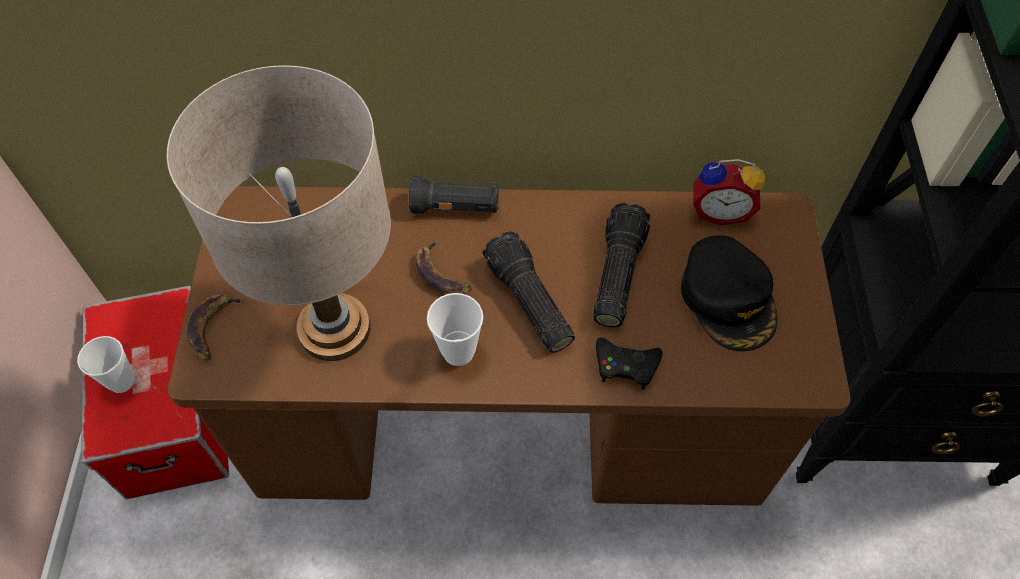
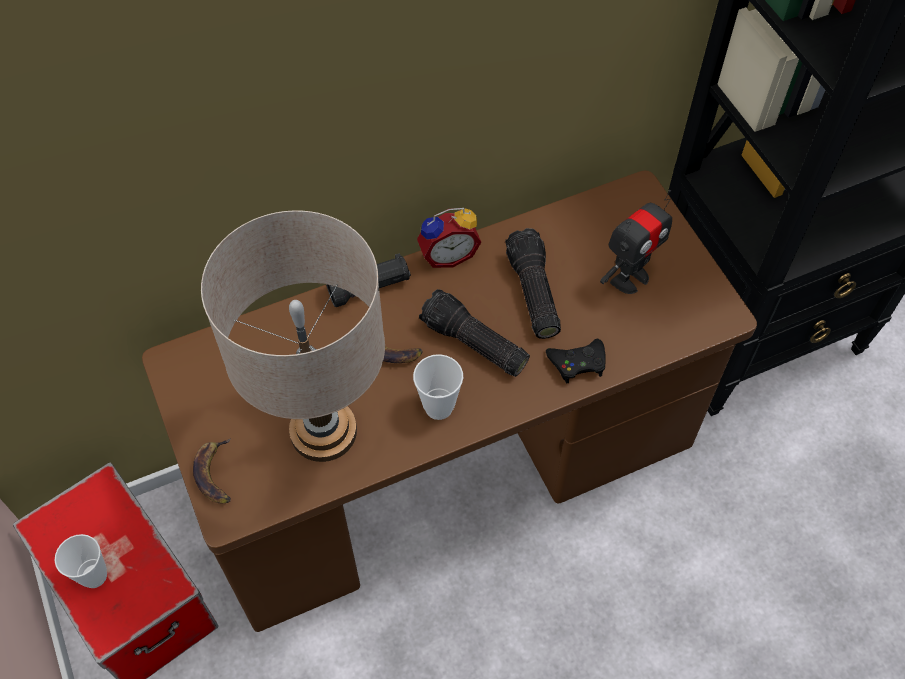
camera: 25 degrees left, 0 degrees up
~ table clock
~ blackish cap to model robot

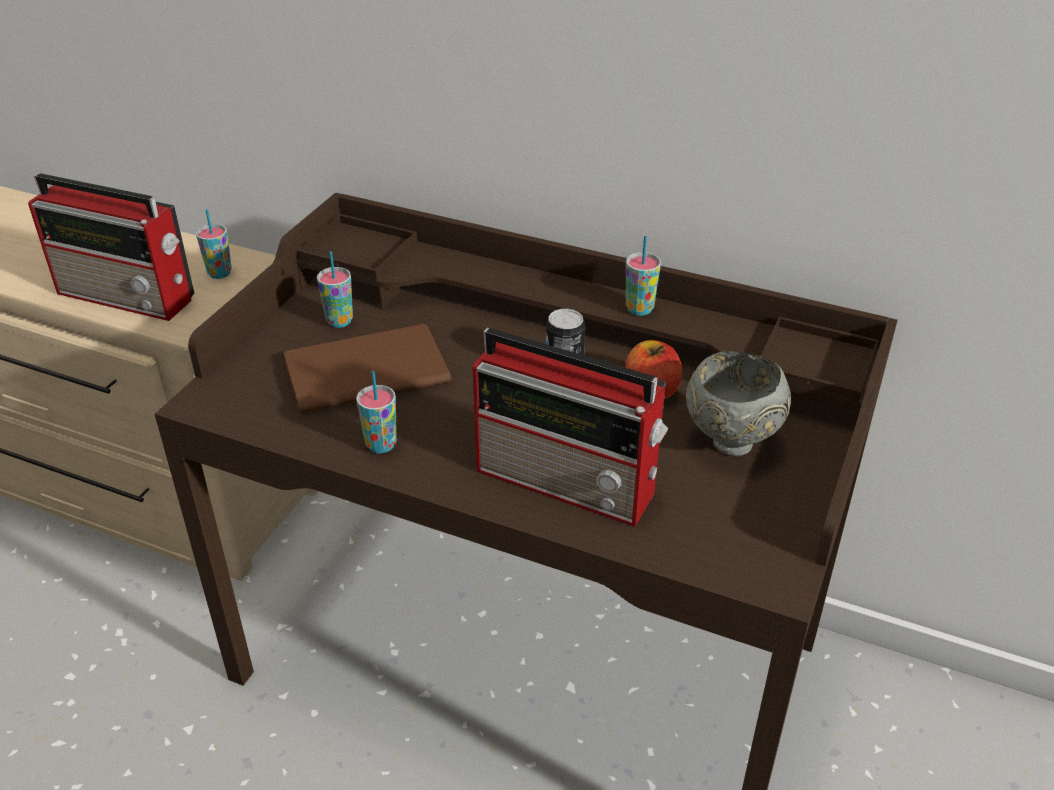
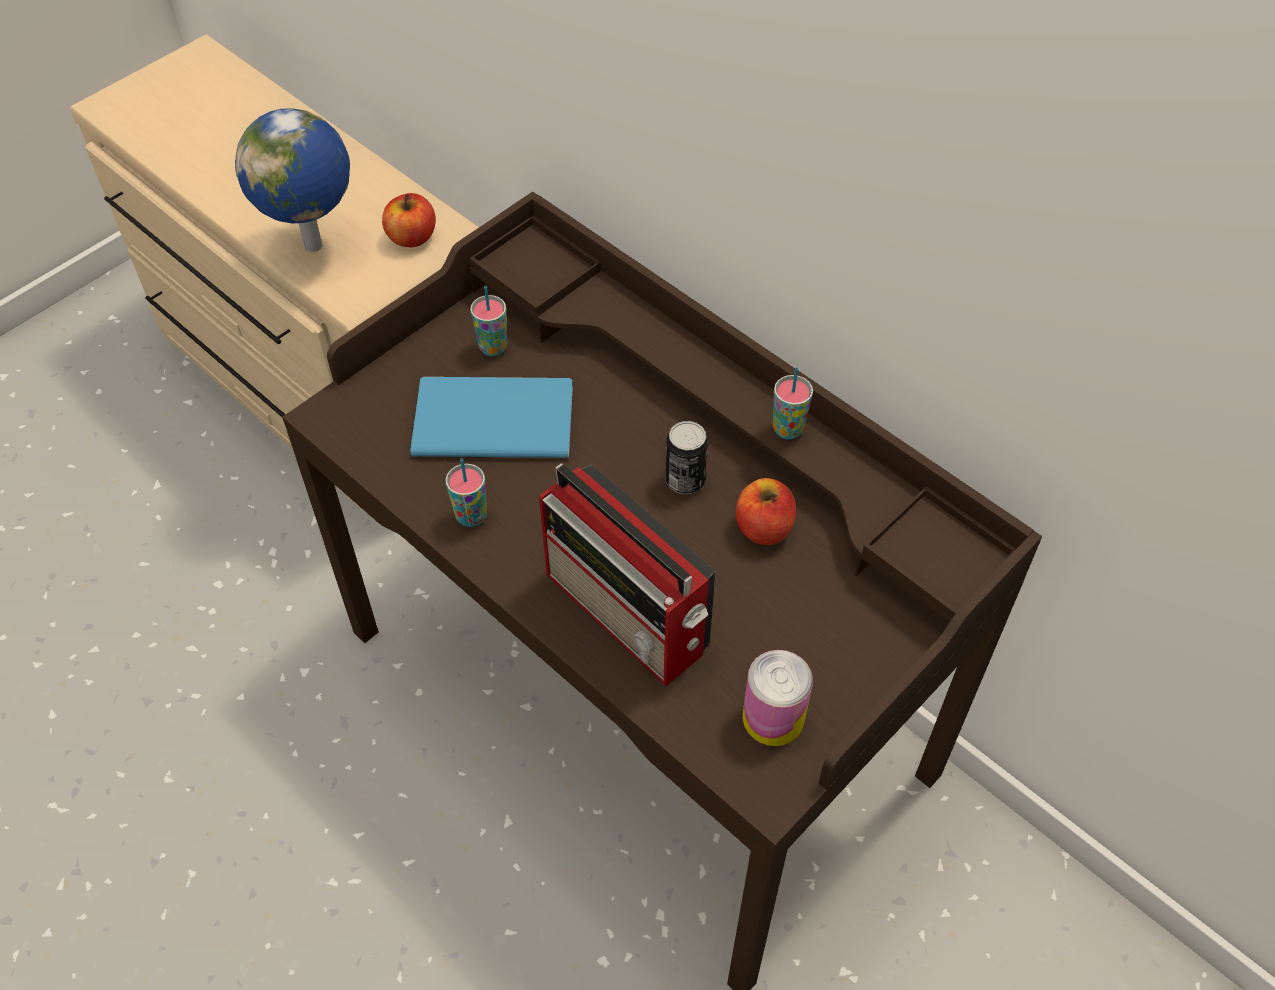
camera: 20 degrees right, 15 degrees up
- gray serving bowl
+ can (2nd from left)
~ radio (1st from left) to world globe
~ drinking cup (1st from left) to apple (1st from left)
~ brownish volume to blue-coloured volume

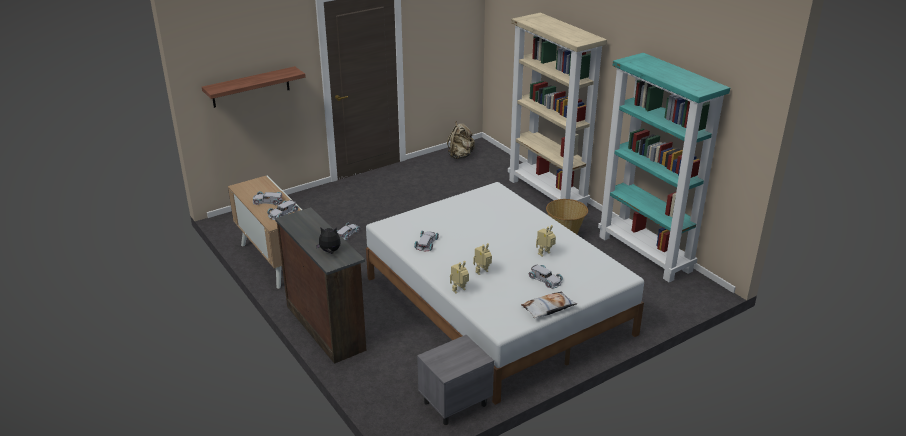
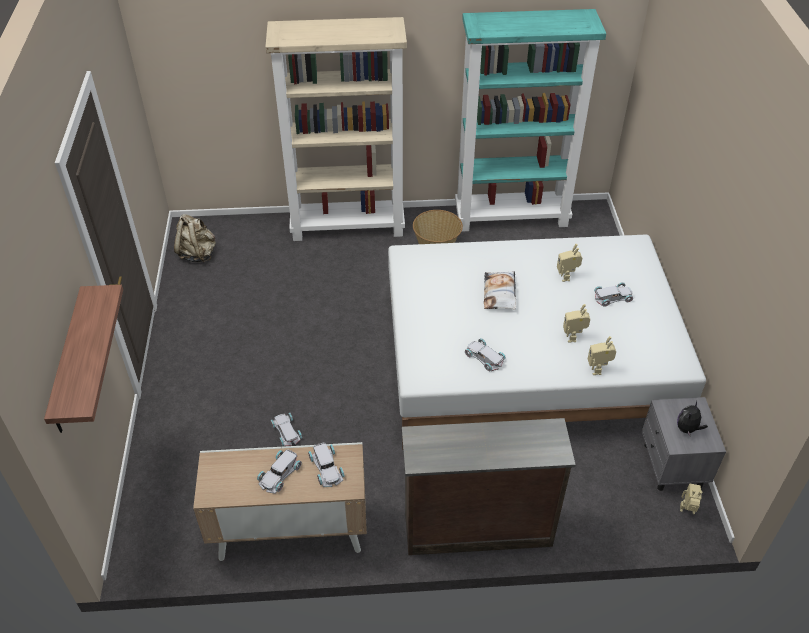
camera: 60 degrees left, 15 degrees up
+ model robot (4th from left)
~ cuddly toy
~ cushion

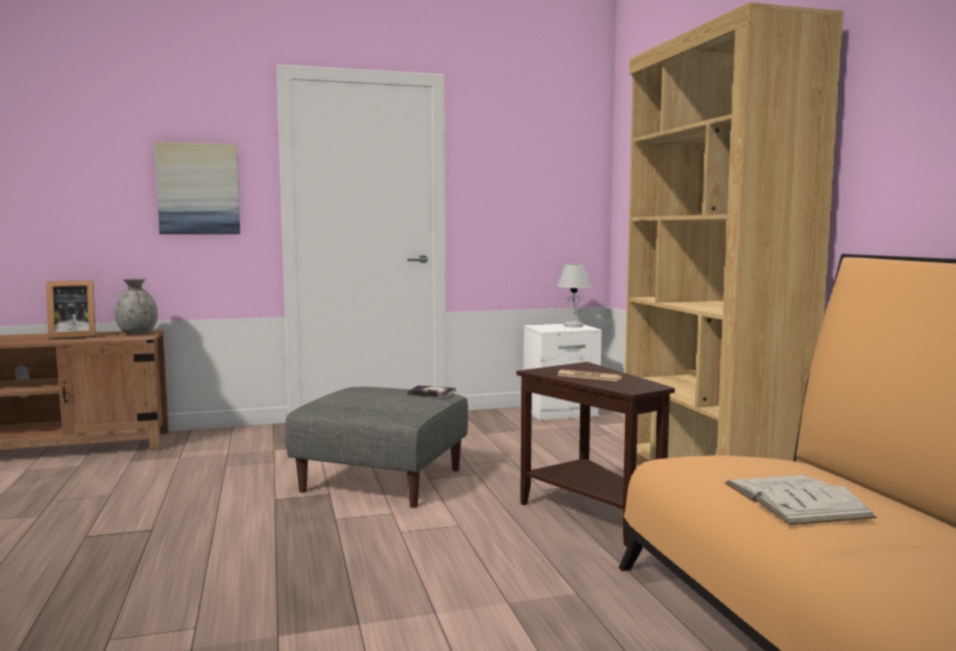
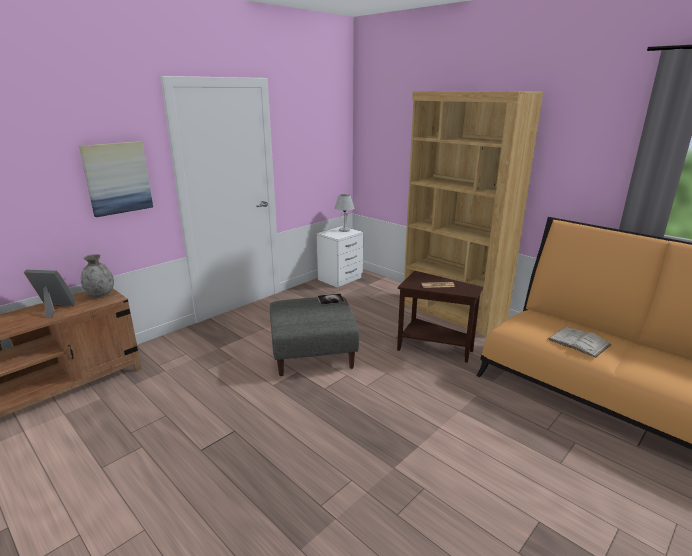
camera: 30 degrees left, 15 degrees up
~ photo frame 120 degrees counterclockwise

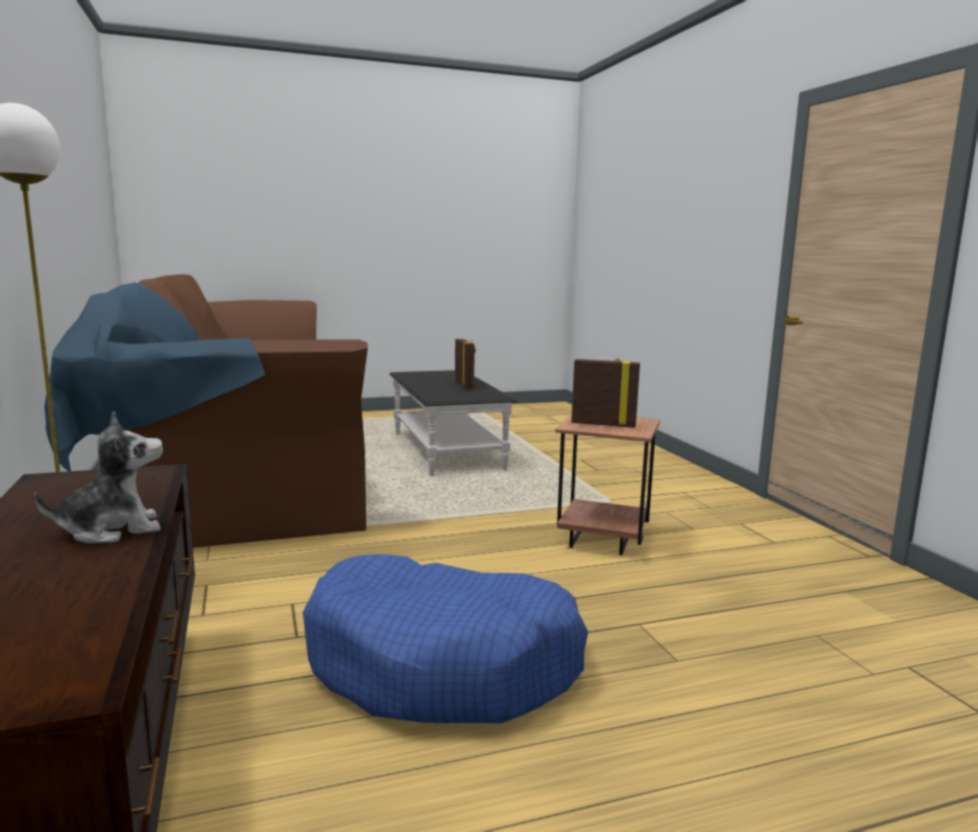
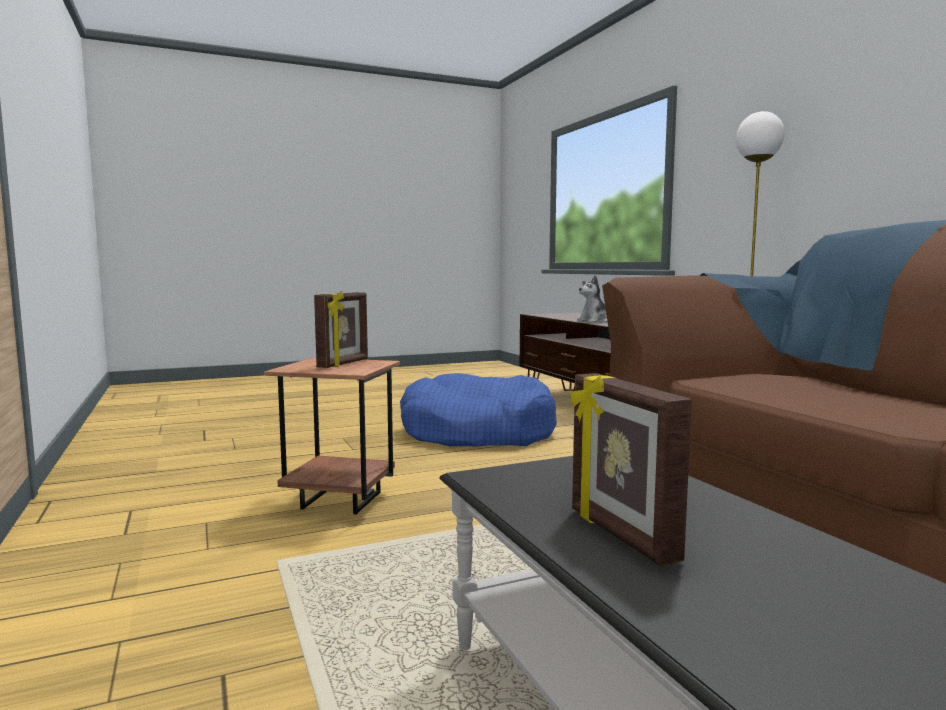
camera: 175 degrees right, 5 degrees down
~ photo frame (2nd from left in the first image) 75 degrees counterclockwise

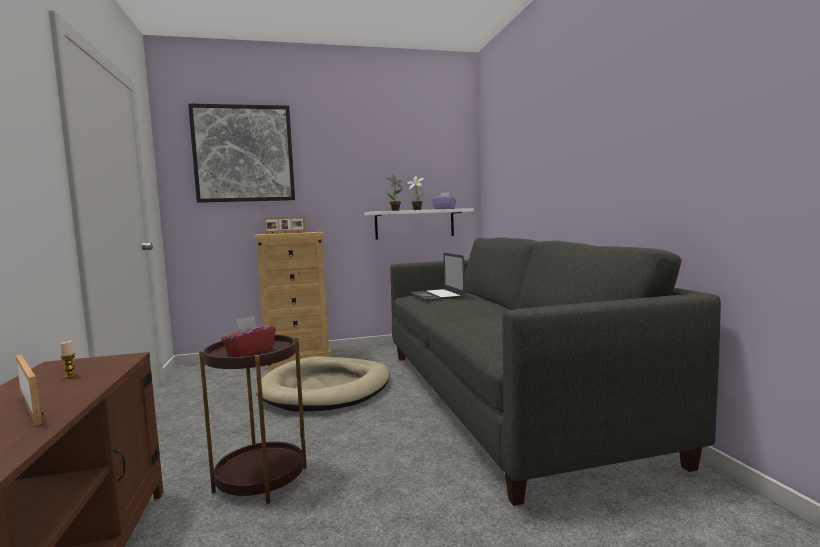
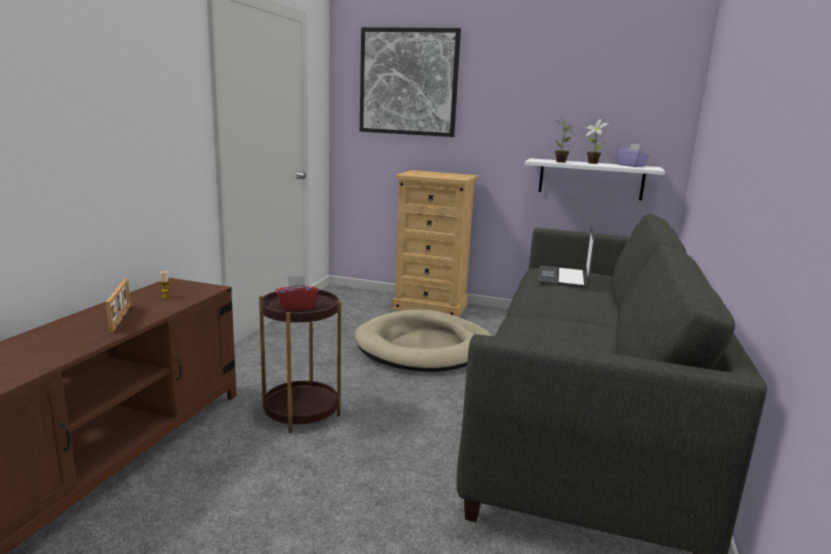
camera: 30 degrees right, 10 degrees up
- photo frame (2nd from left)

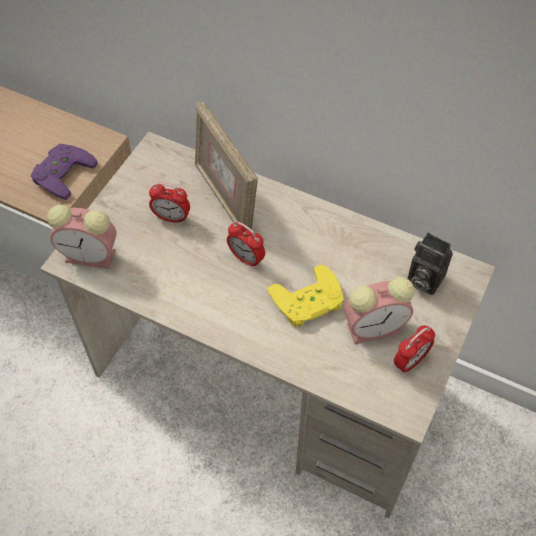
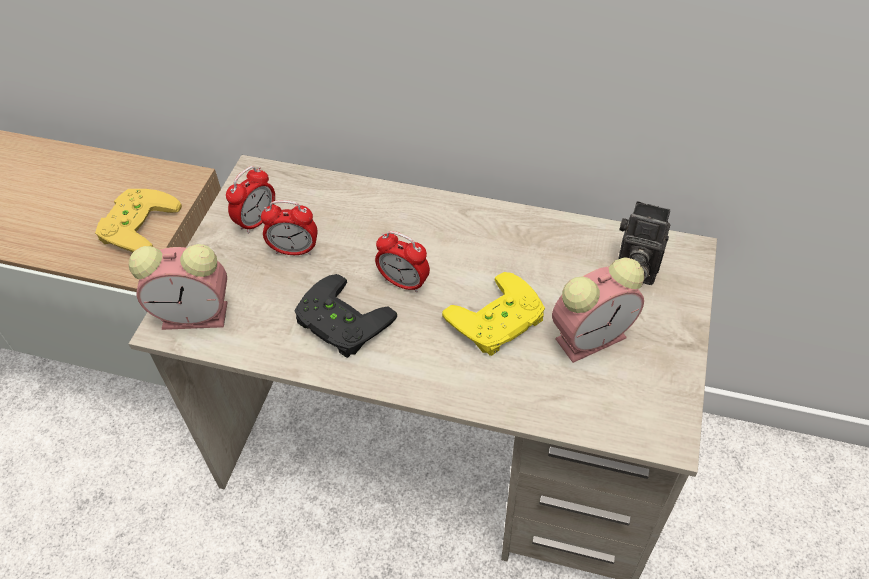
camera: 10 degrees left, 5 degrees down
- photo frame
+ blackish joypad
~ table clock (5th from left in the first image) to table clock (2nd from left)
~ purplish joypad to yellow-coloured joypad (1st from left)

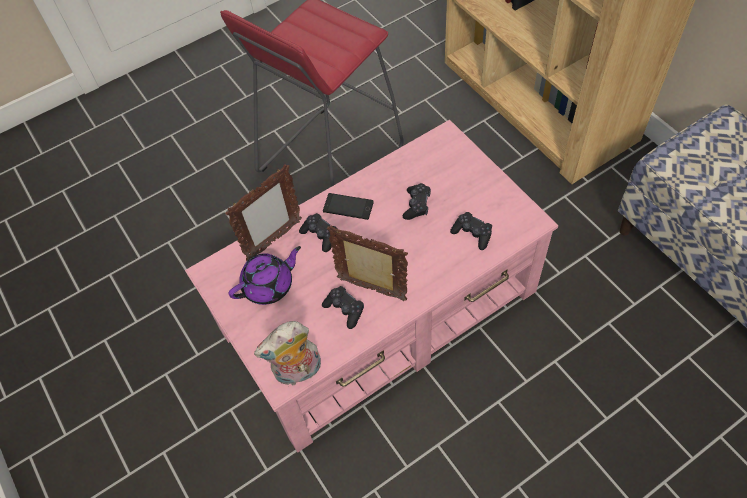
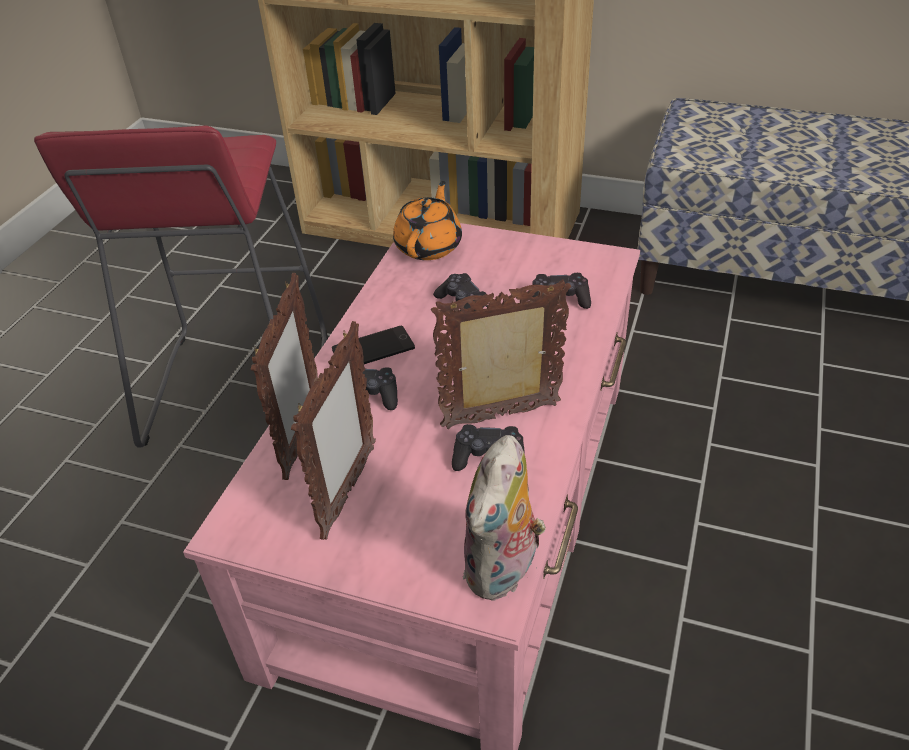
camera: 40 degrees left, 15 degrees down
+ orange teapot
~ purplish teapot to photo frame (2nd from left)

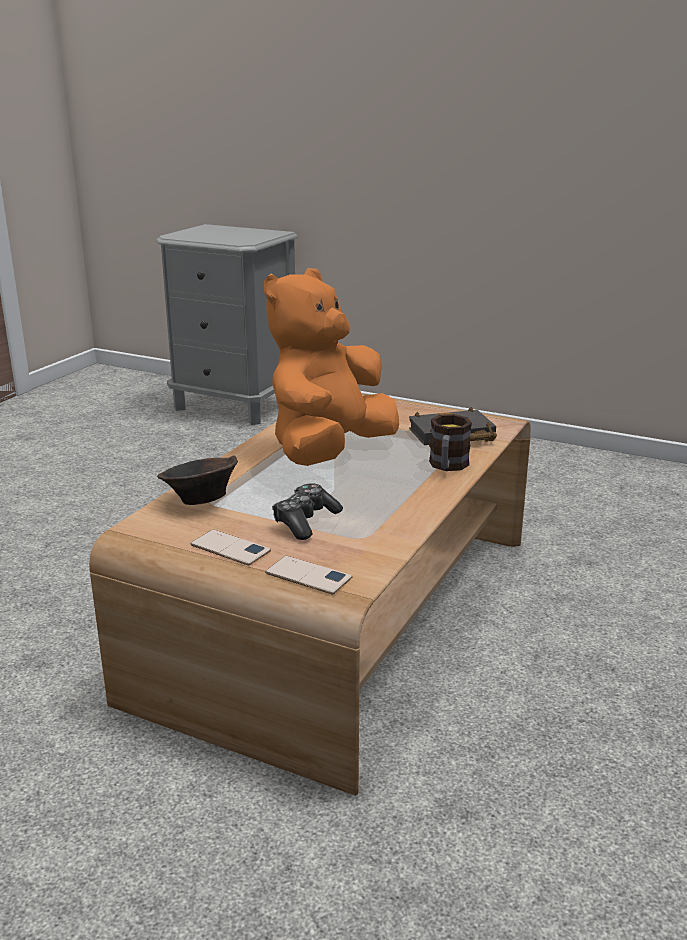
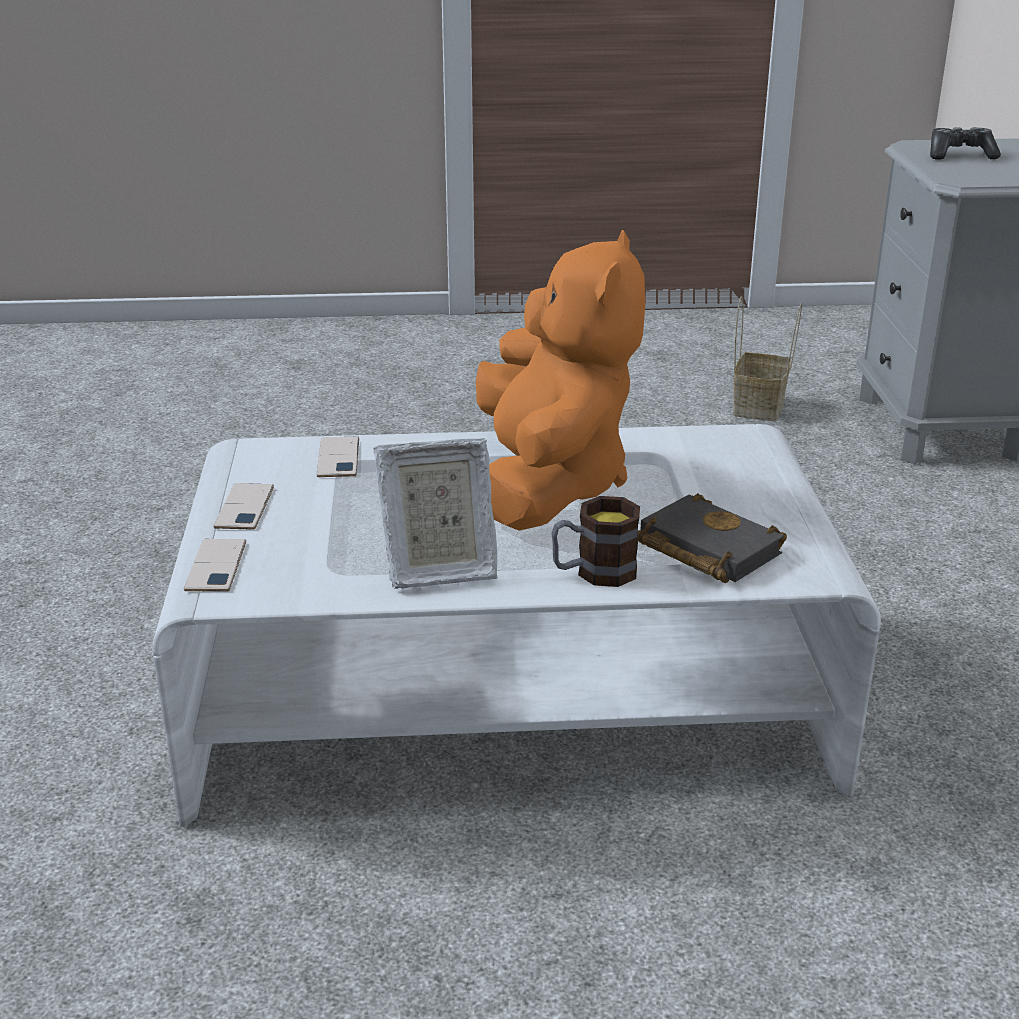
camera: 60 degrees right, 5 degrees up
+ photo frame
+ storage basket
~ joypad
~ brownish serving bowl to phone (3rd from left)
~ brownish lounge table to whitish lounge table
~ orange cuddly toy 90 degrees clockwise

